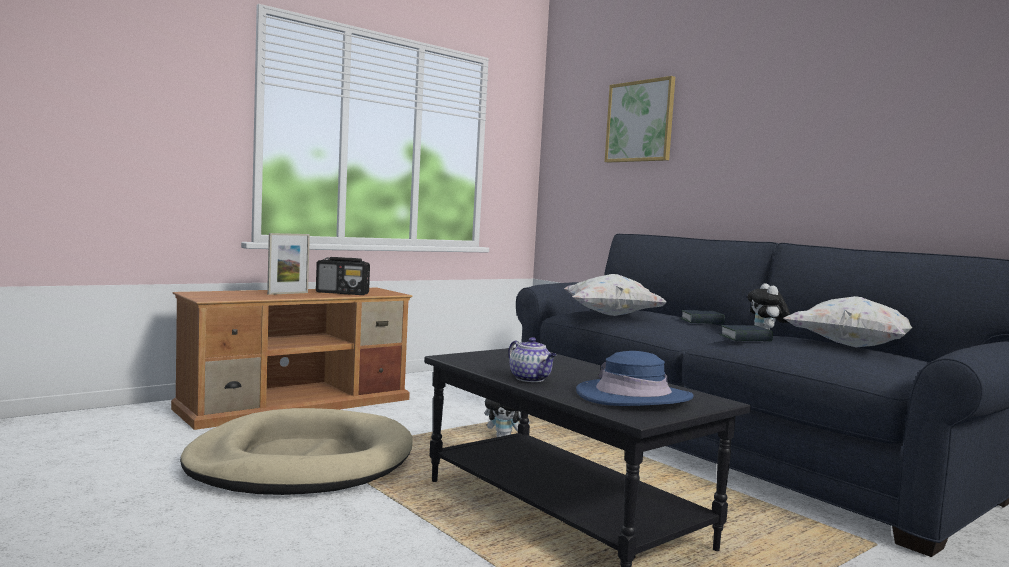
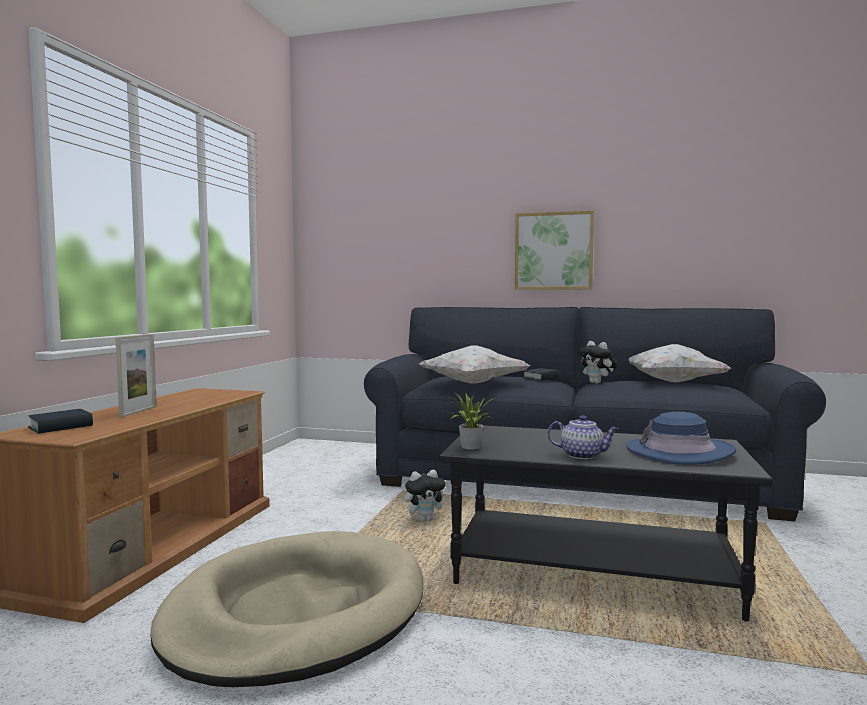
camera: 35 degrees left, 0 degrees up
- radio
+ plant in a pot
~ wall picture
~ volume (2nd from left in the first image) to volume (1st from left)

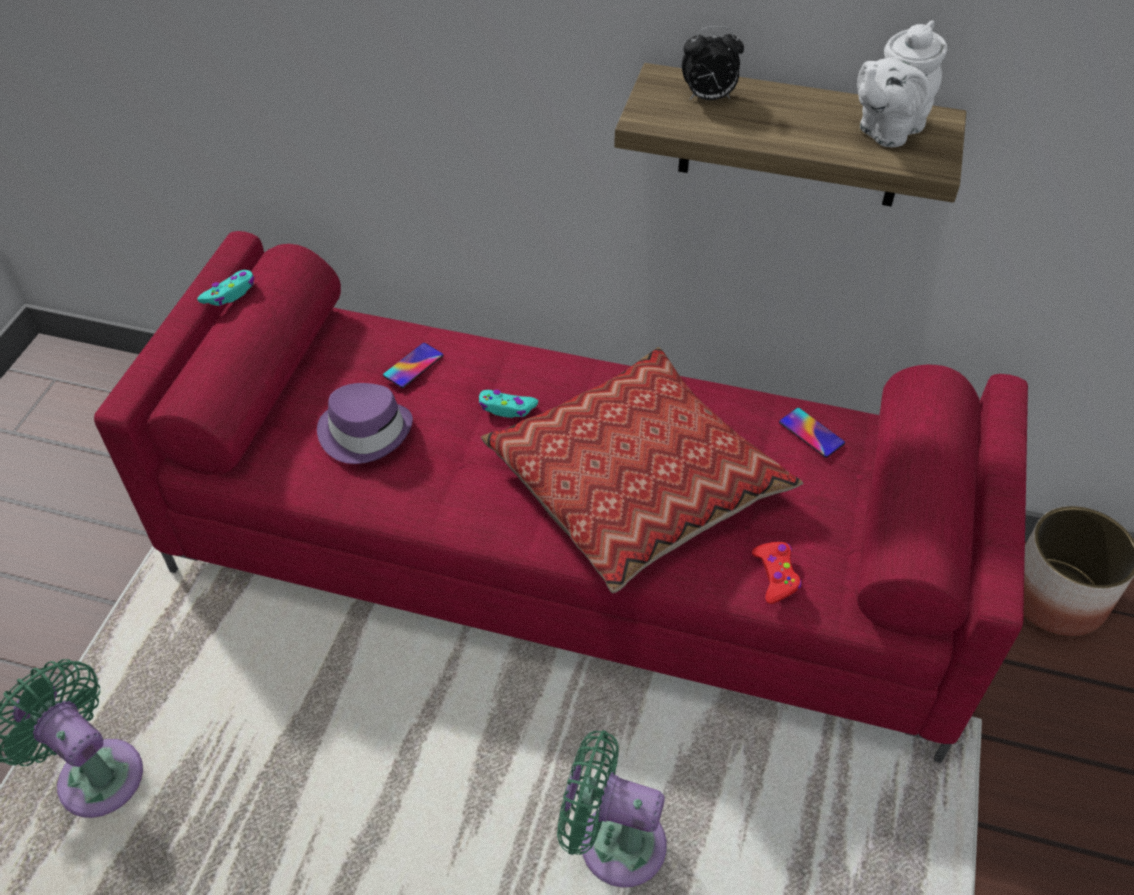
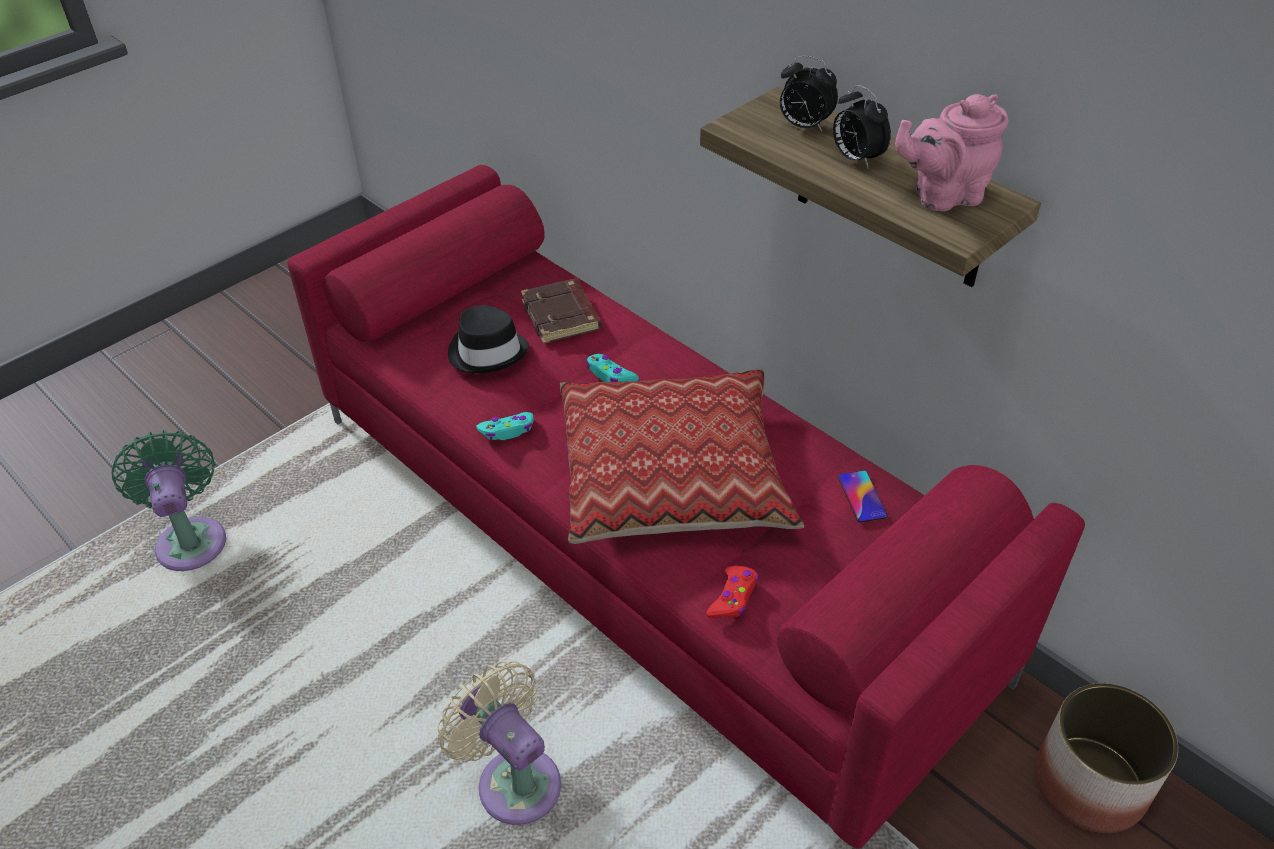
camera: 30 degrees right, 5 degrees down
+ table clock (2nd from left)
~ turquoise-coloured joypad (1st from left)
~ phone (1st from left) to brownish volume
~ purplish hat to blackish hat
~ green-coloured electric fan (2nd from left) to sand-coloured electric fan
~ whitish teapot to pink-coloured teapot

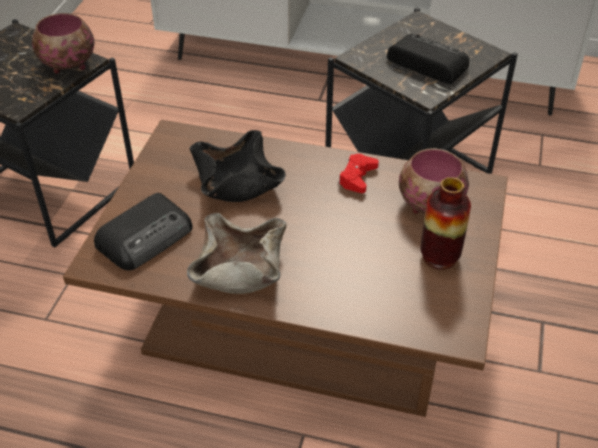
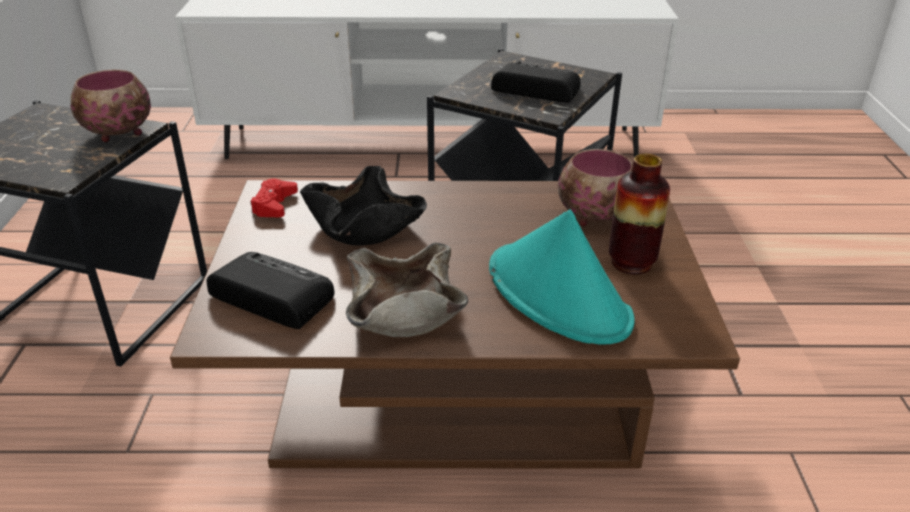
camera: 15 degrees left, 10 degrees down
+ turquoise-coloured hat
~ red-coloured joypad
~ radio (1st from left) 90 degrees counterclockwise

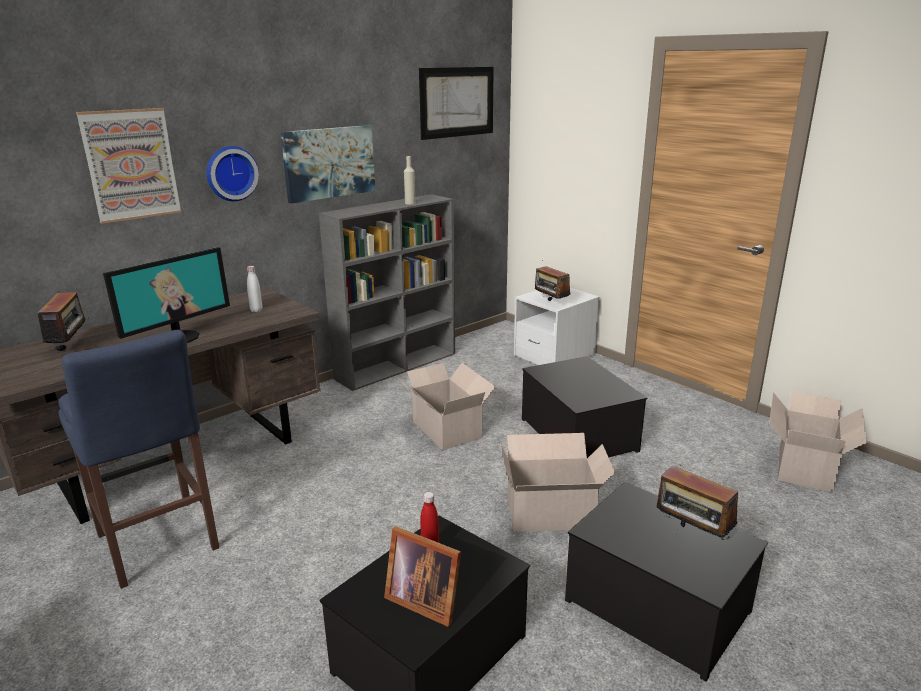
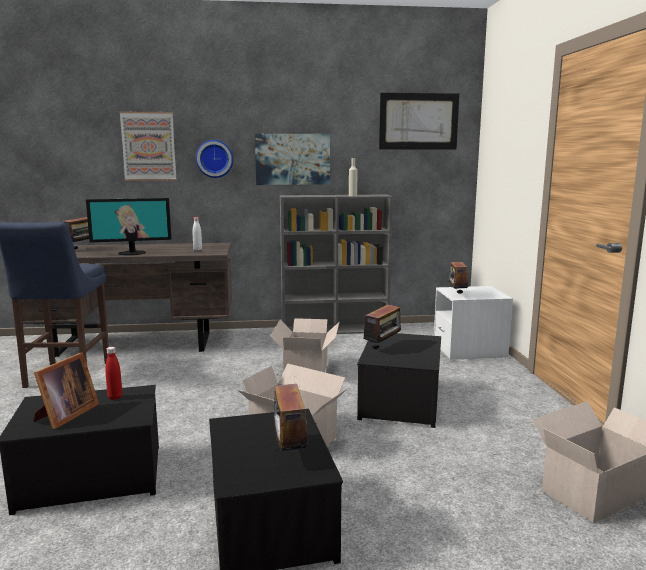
camera: 35 degrees right, 10 degrees down
+ radio (3rd from left)
~ photo frame 135 degrees counterclockwise

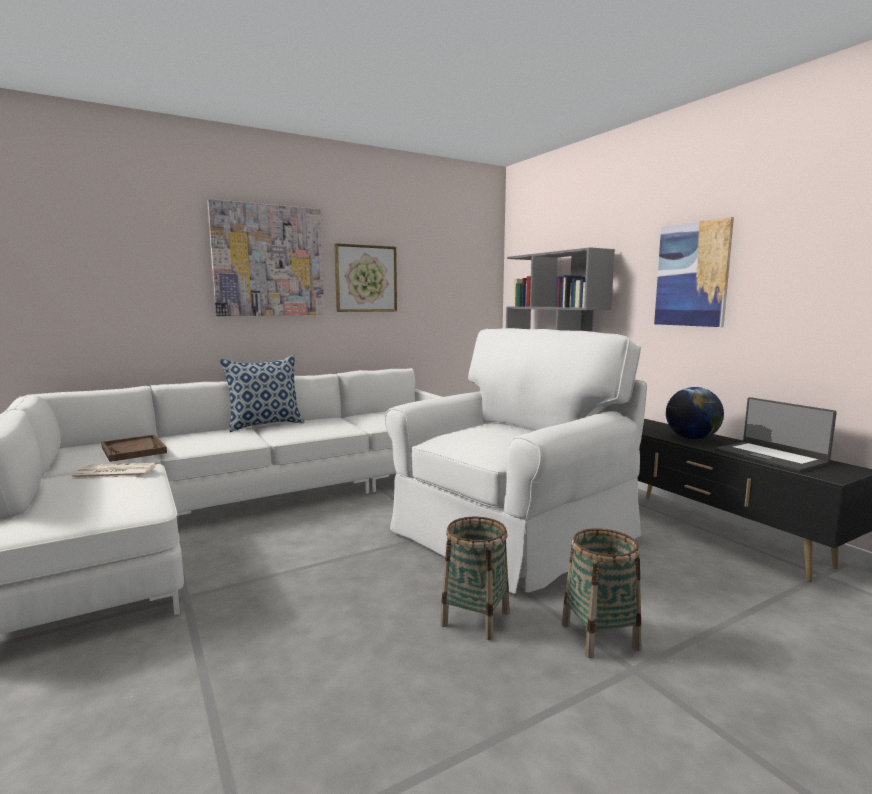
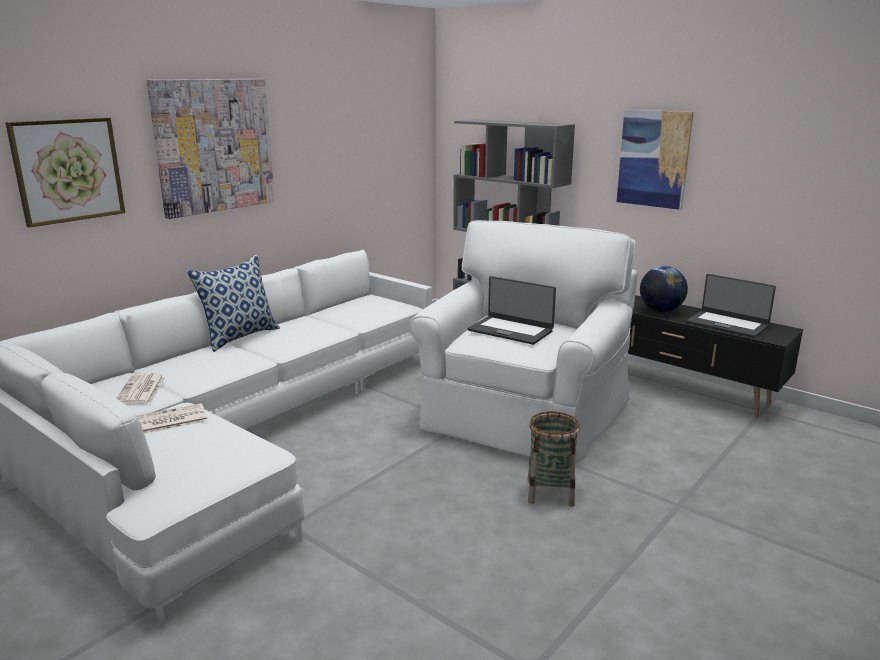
camera: 20 degrees left, 10 degrees up
- storage basket (2nd from left)
+ laptop (1st from left)
~ wall picture (2nd from left in the first image) to wall picture (1st from left)
~ brownish tray to newspaper (1st from left)

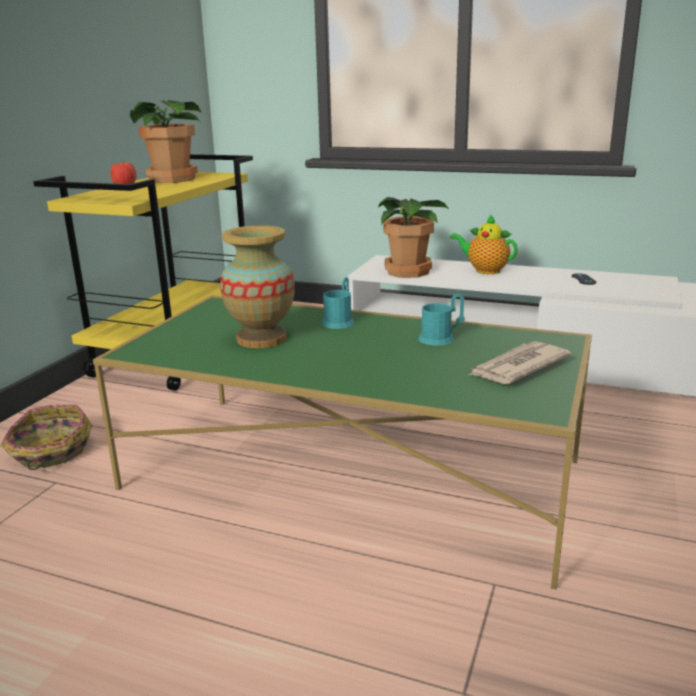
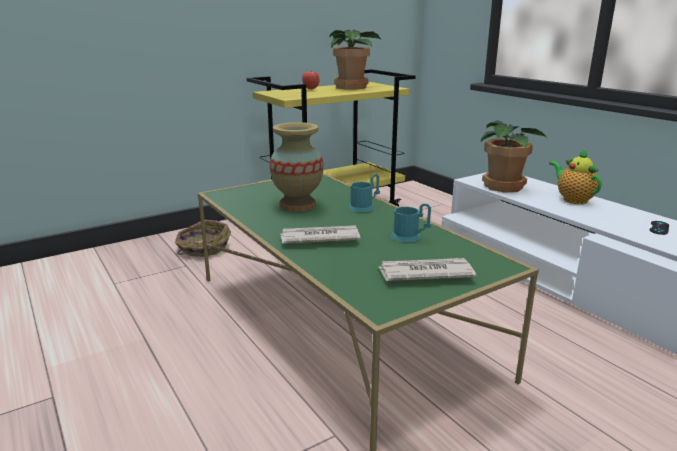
camera: 35 degrees right, 0 degrees up
+ newspaper (1st from left)

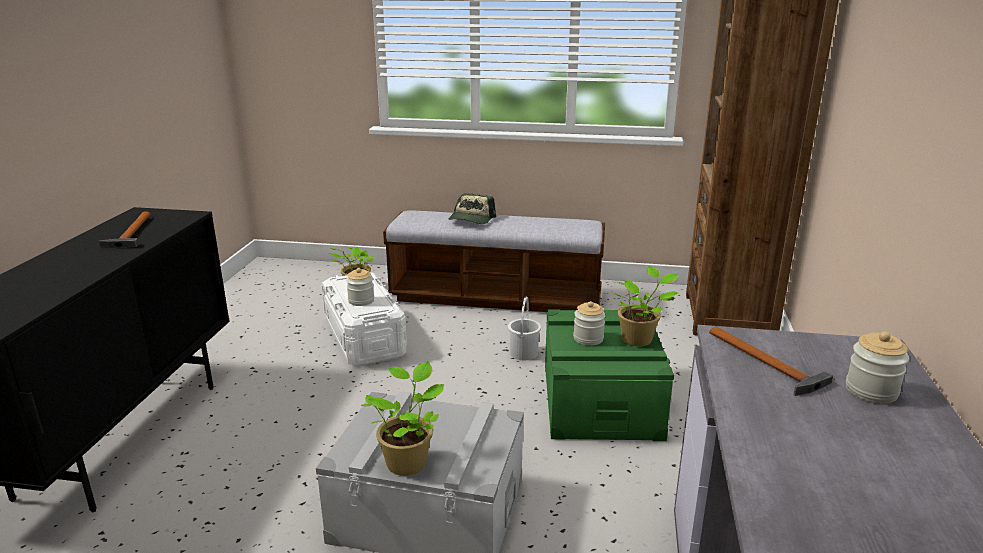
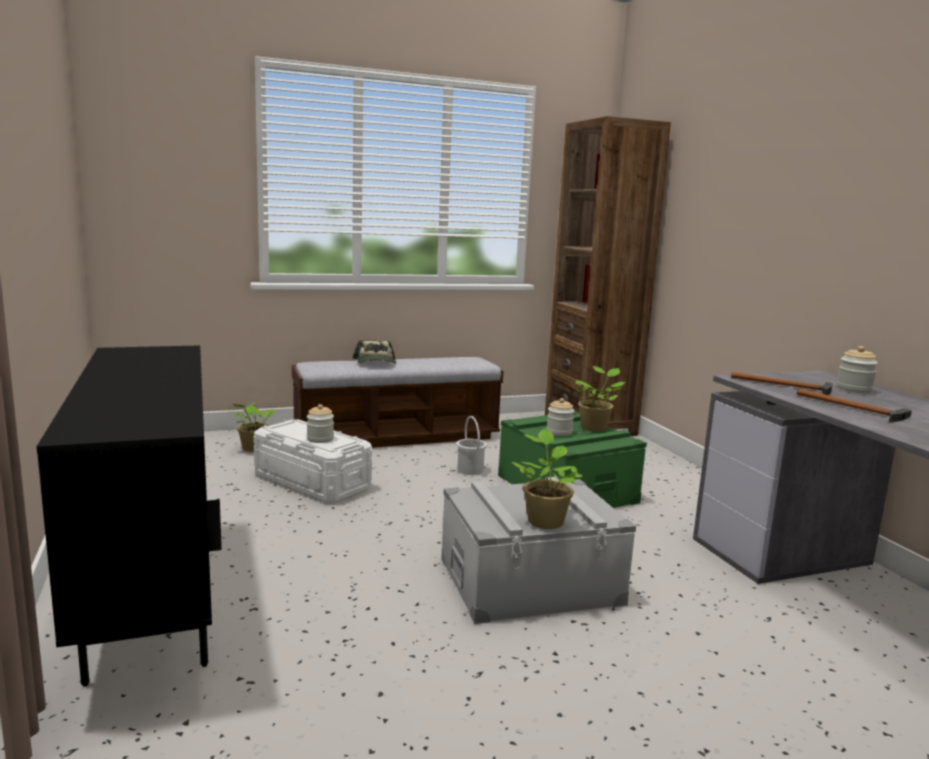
camera: 30 degrees left, 10 degrees down
~ tool hammer (1st from left in the first image) to tool hammer (2nd from left)

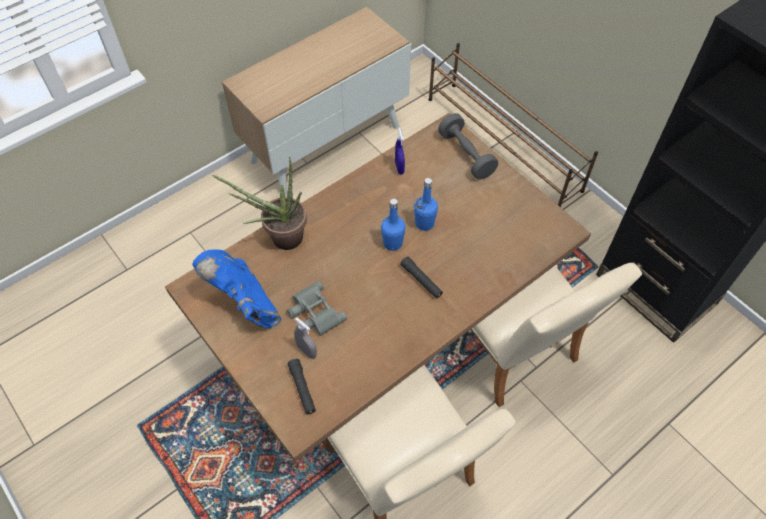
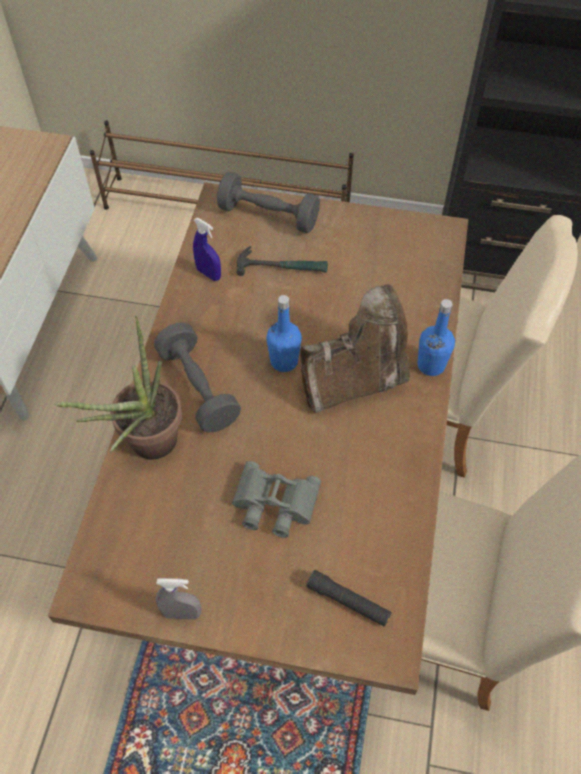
camera: 40 degrees left, 0 degrees up
- blue-coloured boot
+ gray hand weight (1st from left)
+ tool hammer
~ gray spray bottle
~ blue-coloured bottle (2nd from left)
~ blackish torch (2nd from left) to brownish boot

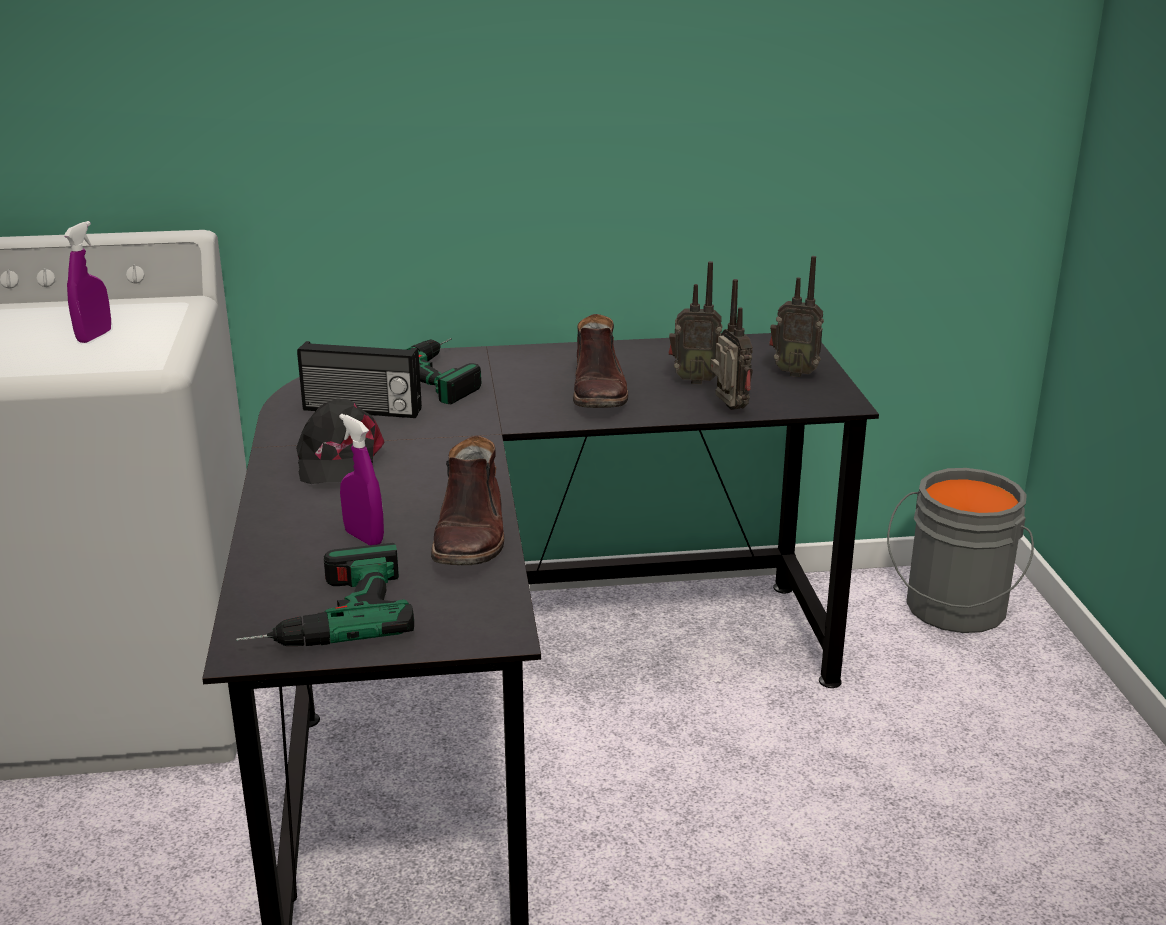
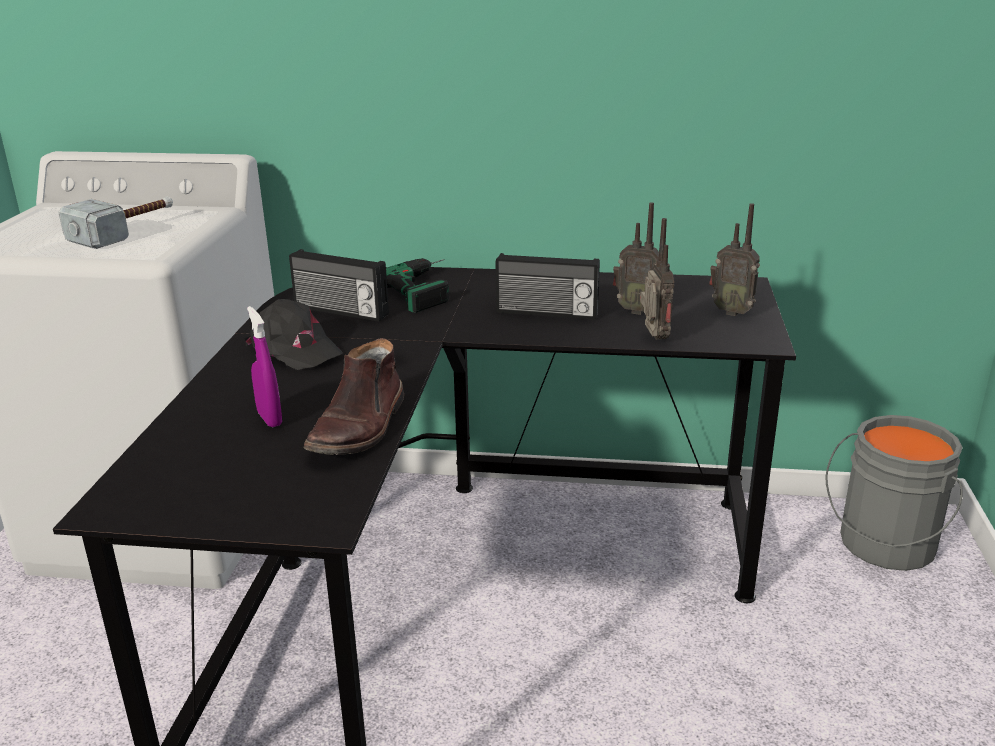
camera: 15 degrees right, 0 degrees up
- electric drill (1st from left)
~ purplish spray bottle (1st from left) to tool hammer
~ brownish boot (2nd from left) to radio (2nd from left)
~ blackish cap 60 degrees counterclockwise

